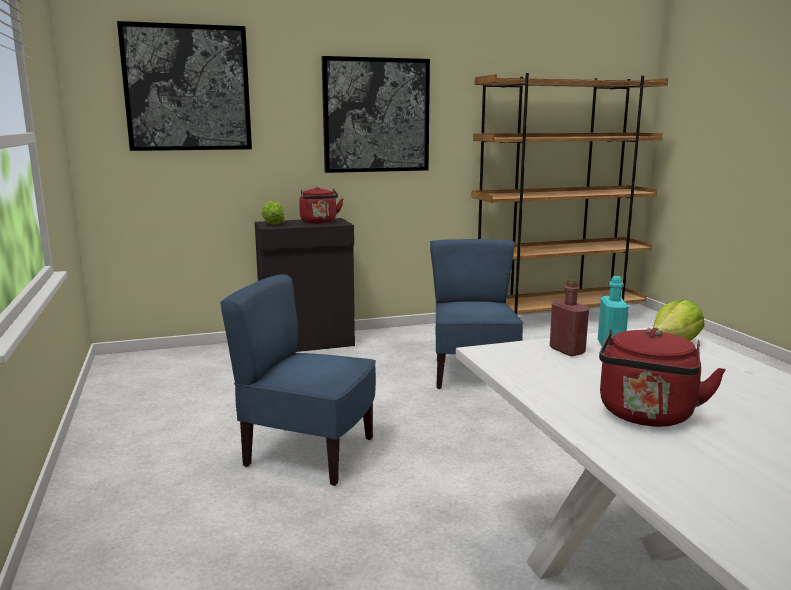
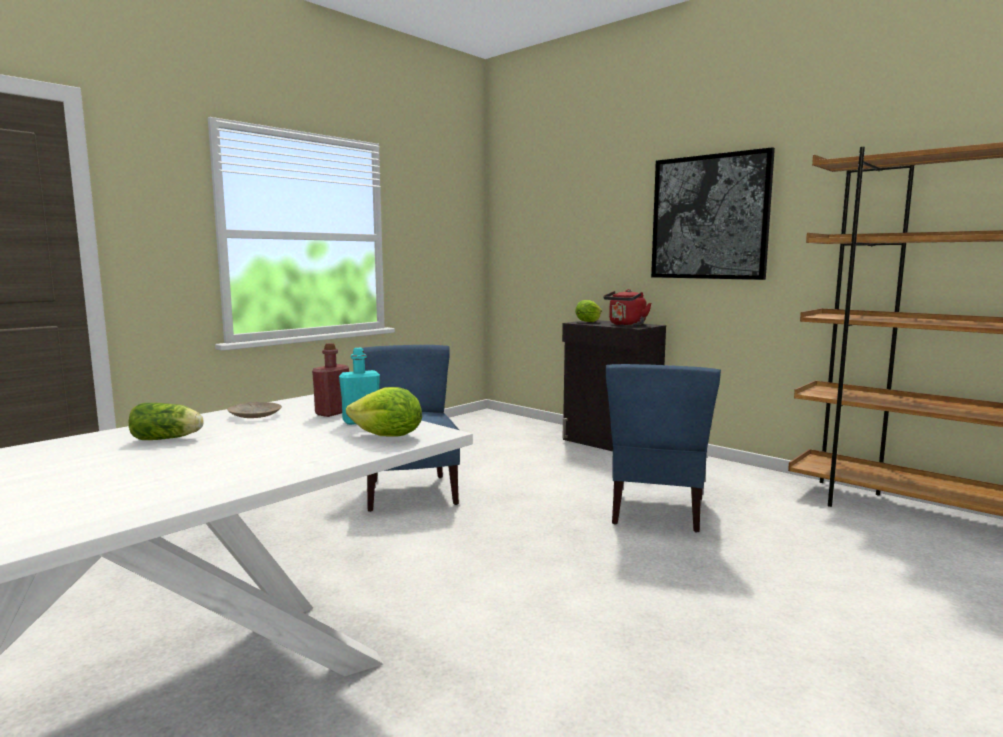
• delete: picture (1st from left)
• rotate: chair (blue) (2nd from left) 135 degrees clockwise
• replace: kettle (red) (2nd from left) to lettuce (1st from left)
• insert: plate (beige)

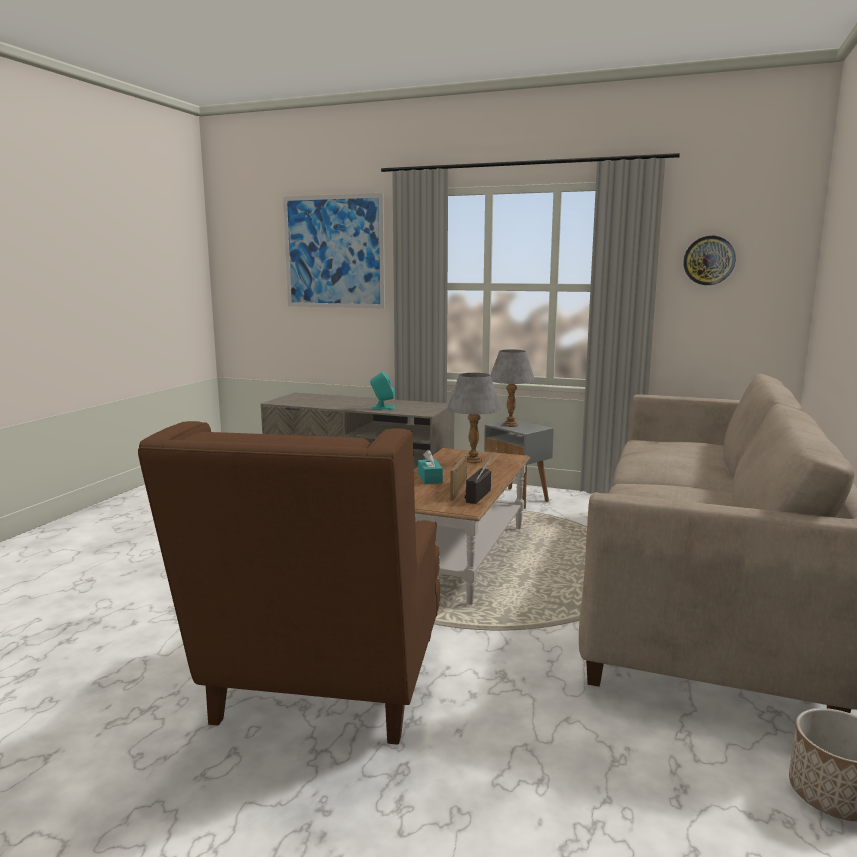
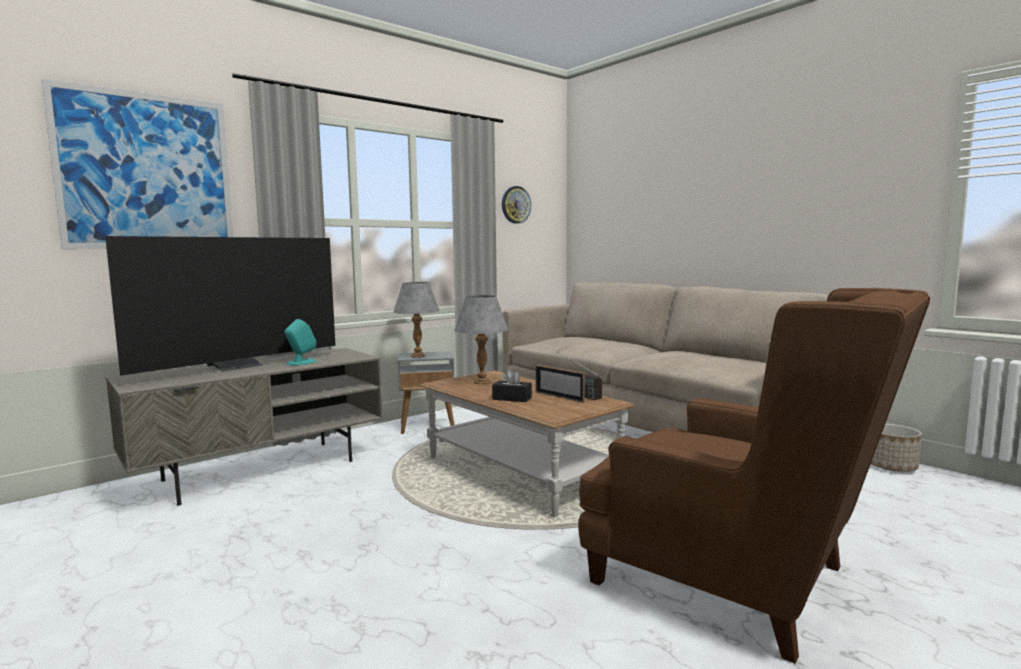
• recolor: tissue box (turquoise) to tissue box (black)
• insert: television

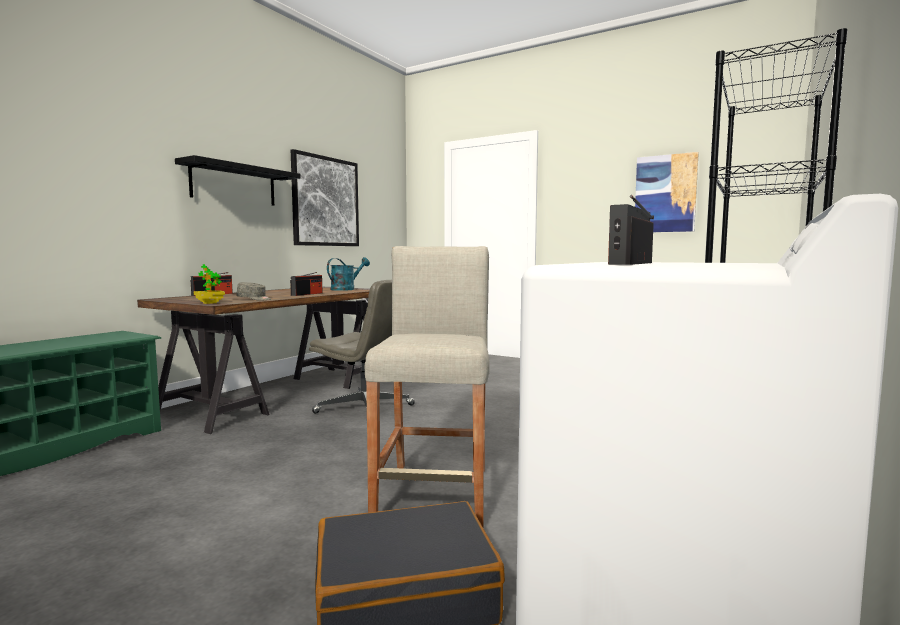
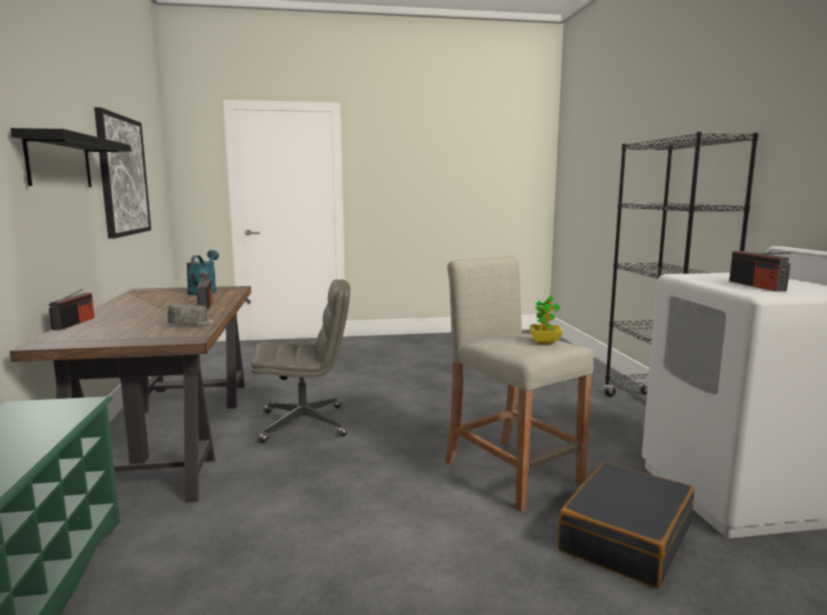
• move: potted plant
• delete: picture (2nd from left)

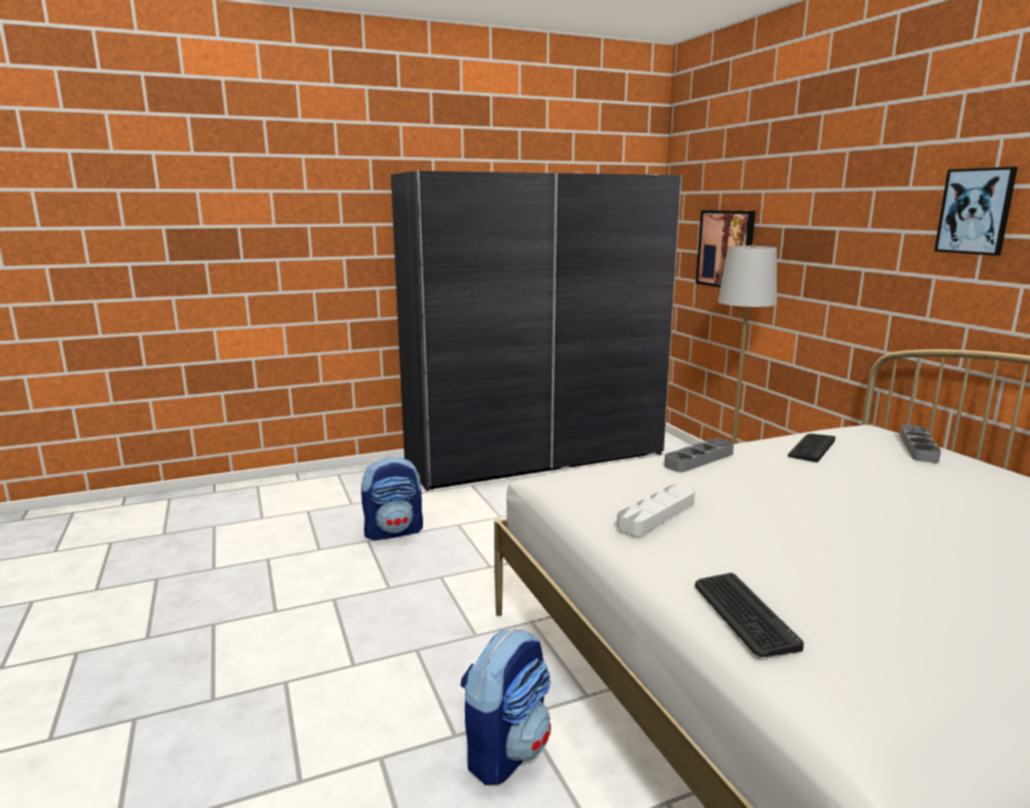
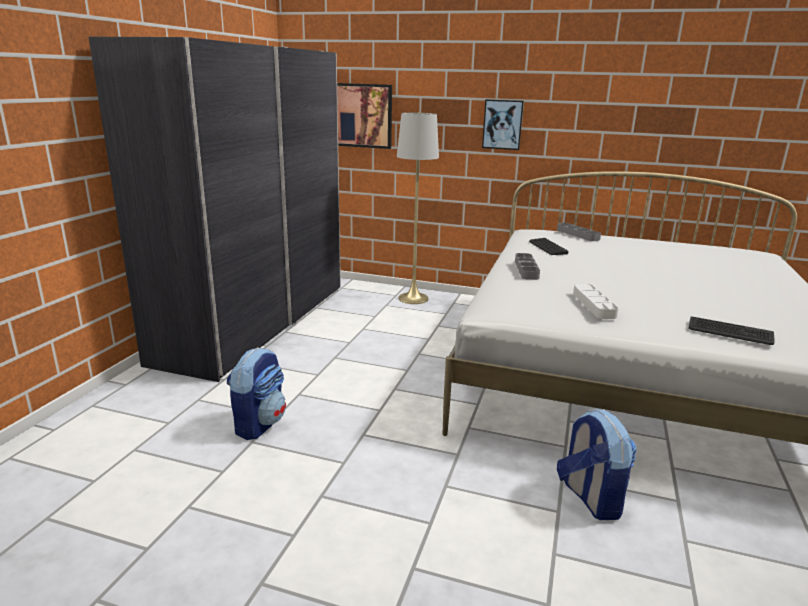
• move: picture (2nd from left)

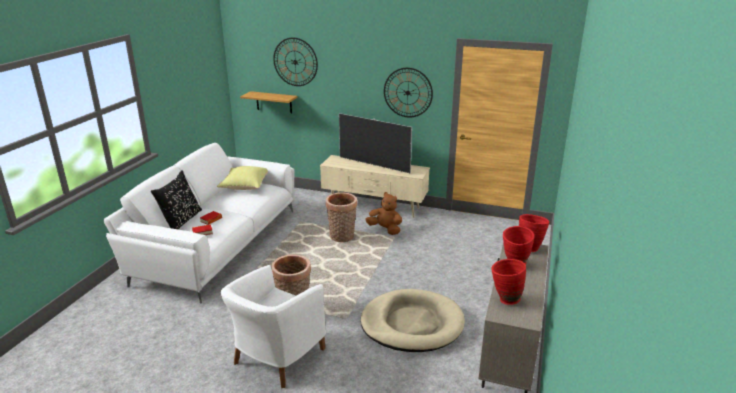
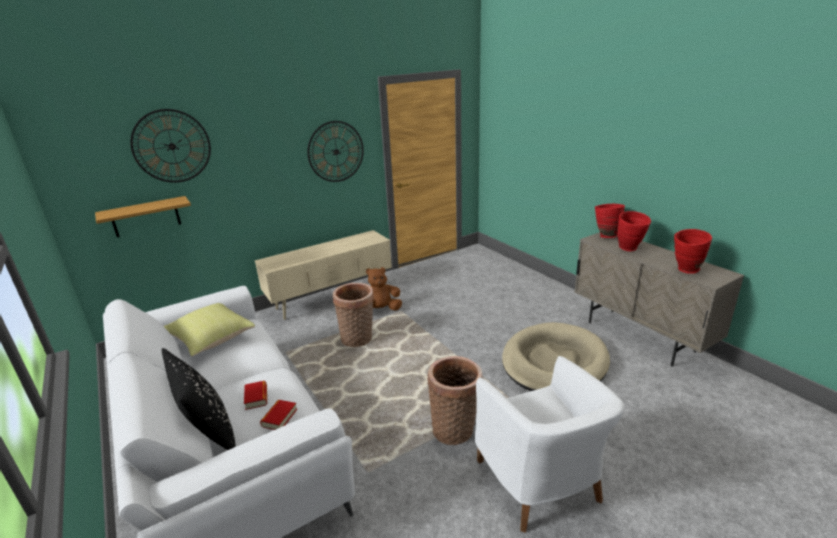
• delete: television

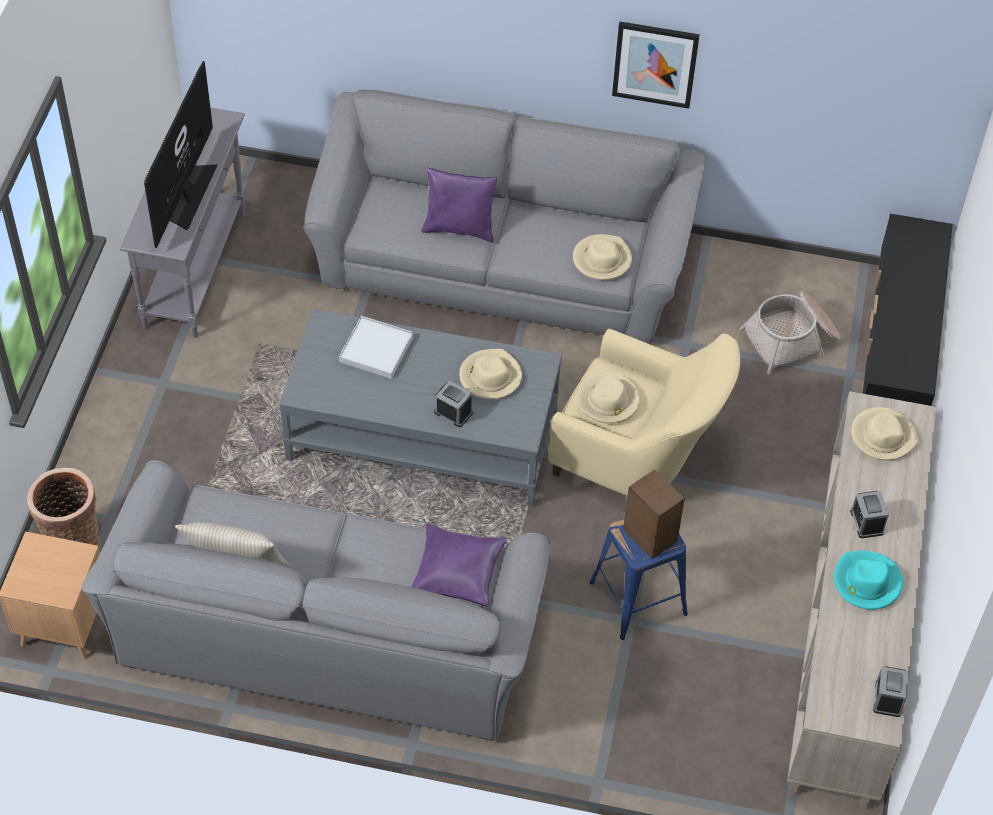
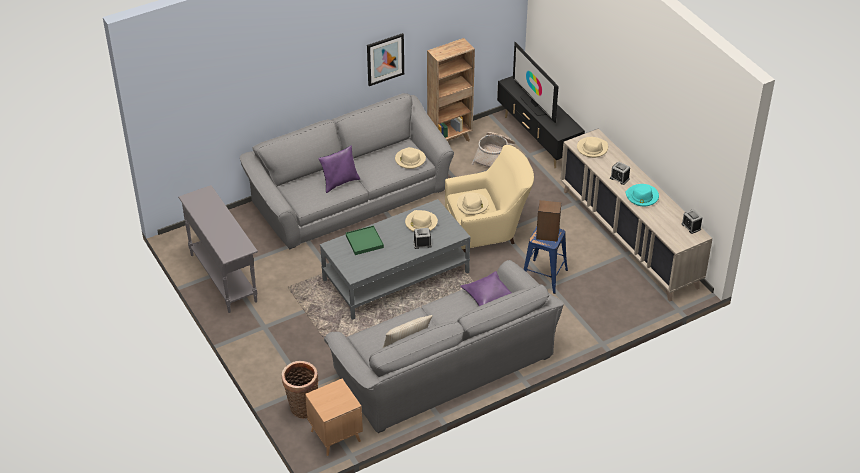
• move: television
• recolor: tray (white) to tray (green)
• insert: bookcase (brown)

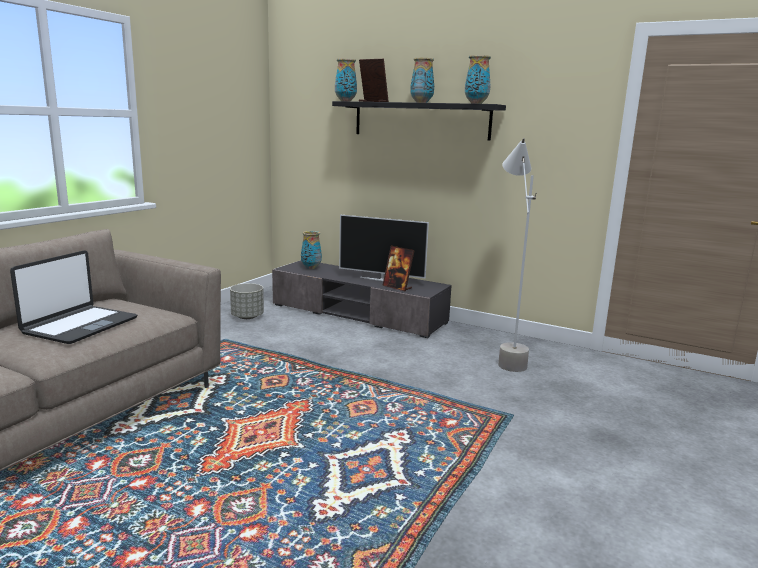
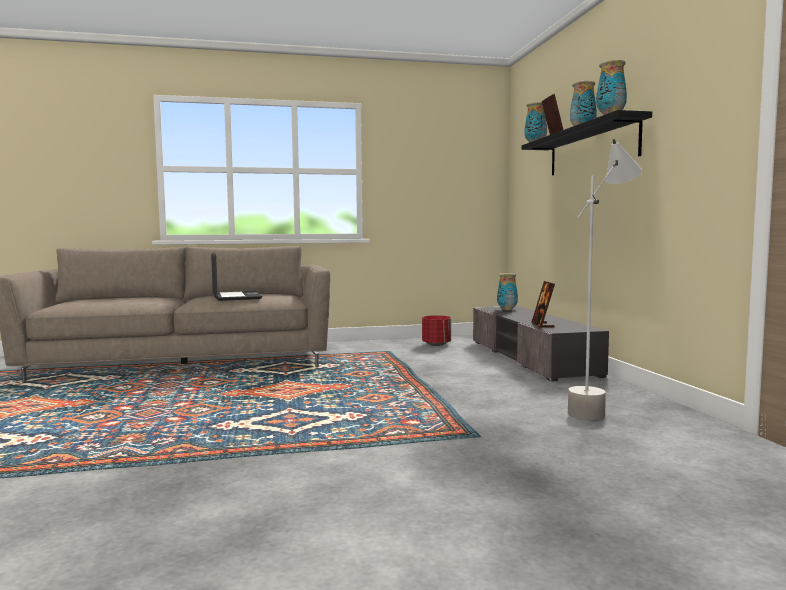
• rotate: laptop 90 degrees counterclockwise
• recolor: planter (grey) to planter (red)
• delete: television

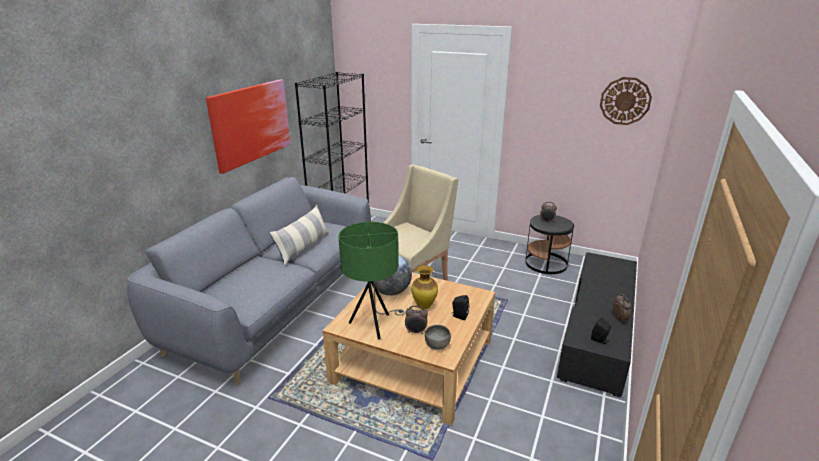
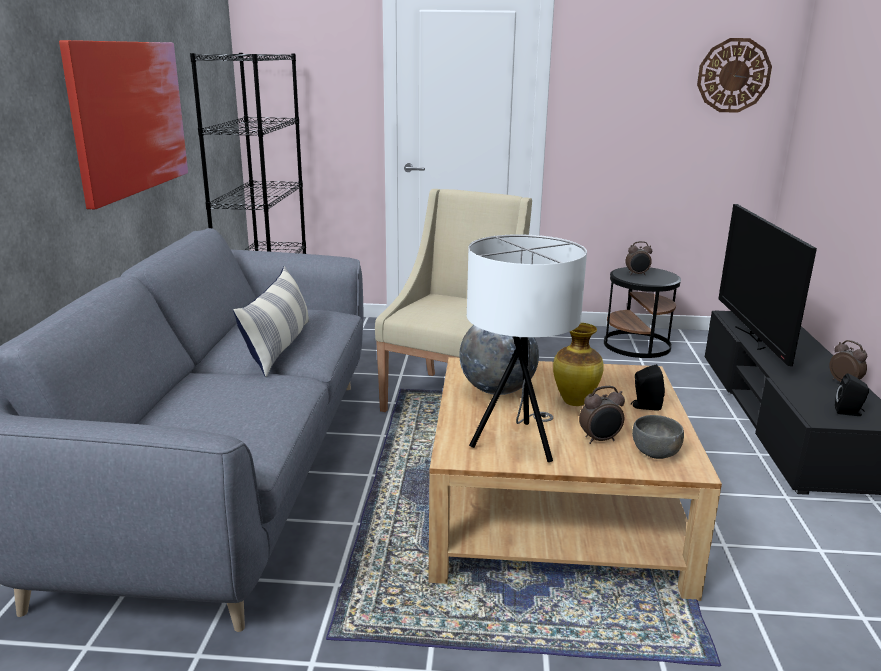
• recolor: table lamp (green) to table lamp (white)
• insert: television

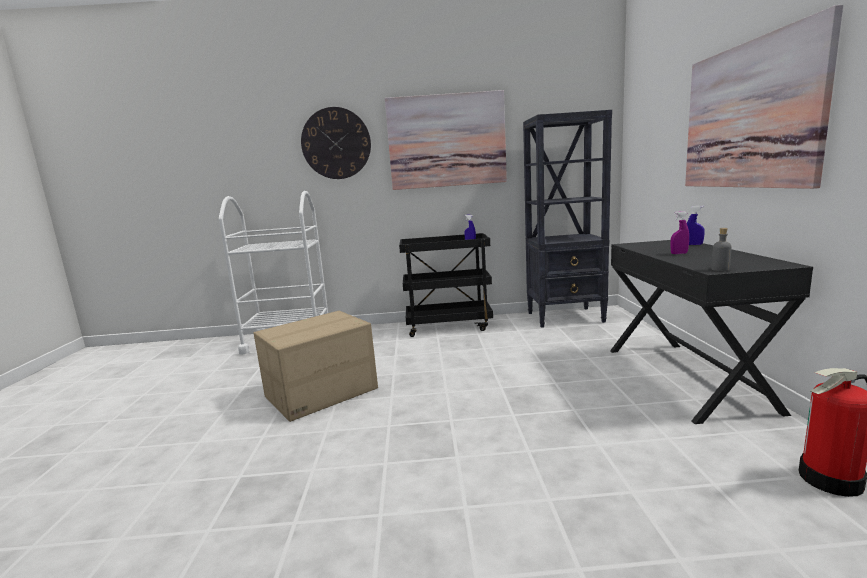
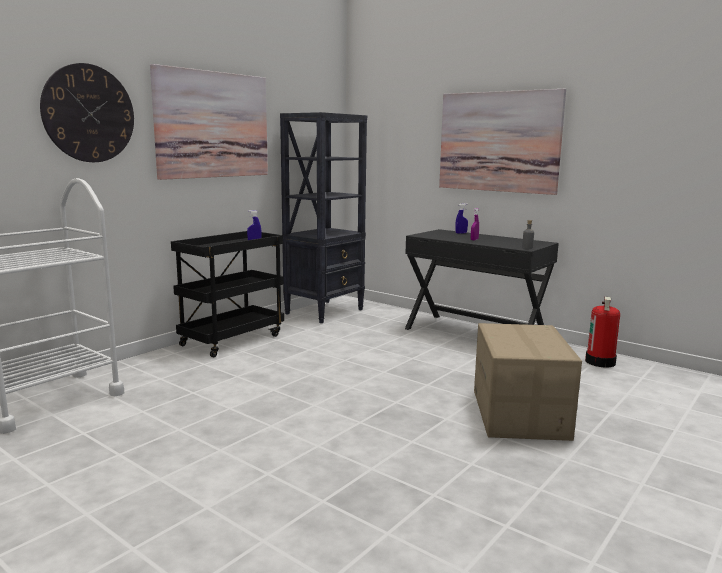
• move: cardboard box

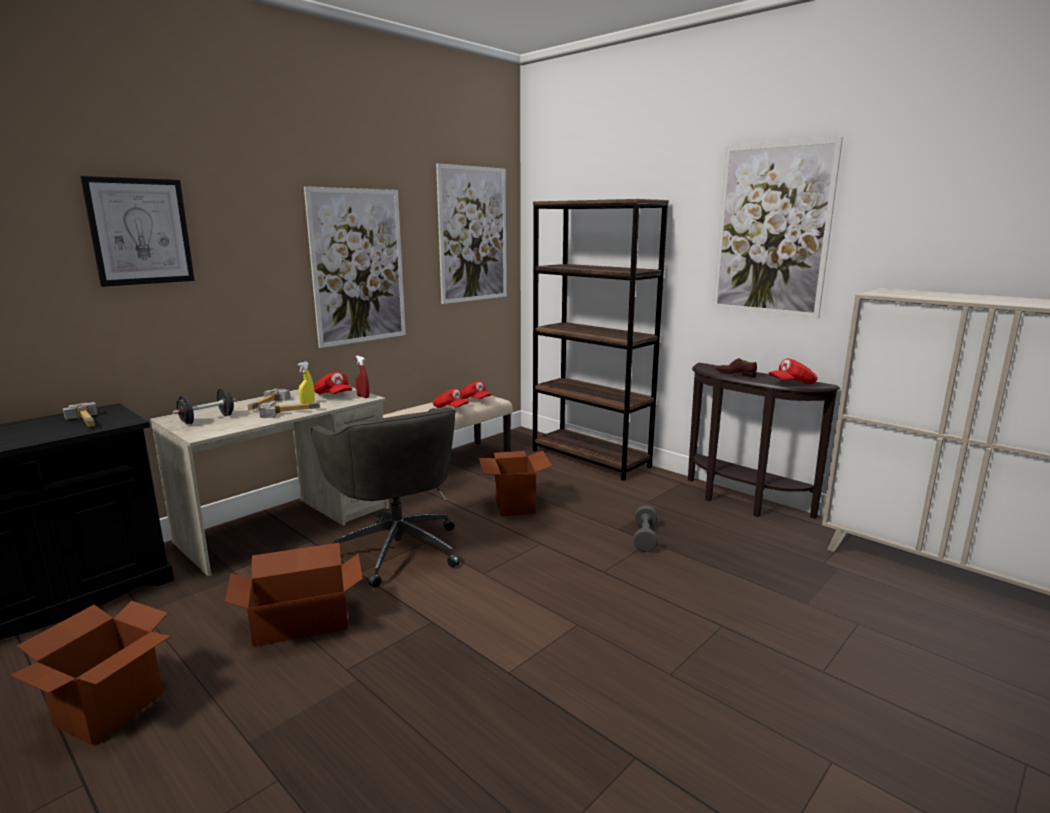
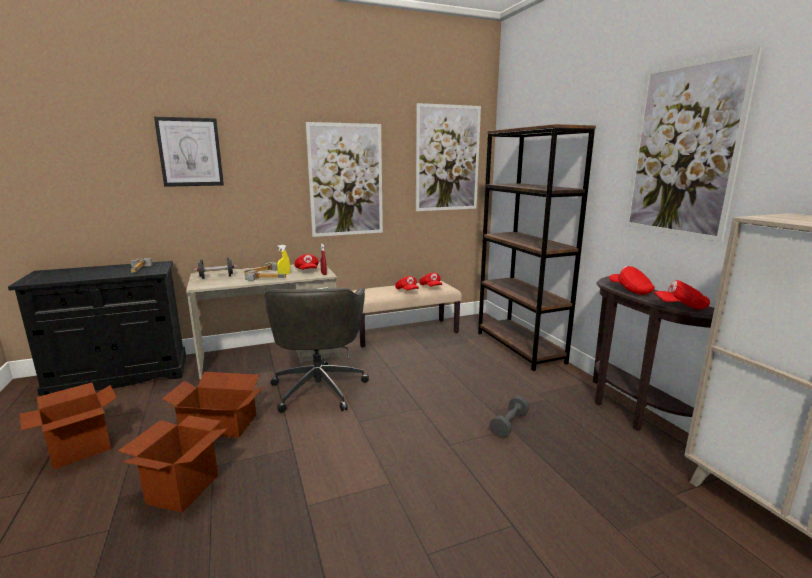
• move: cardboard box (3rd from left in the first image) to cardboard box (2nd from left)
• replace: shoe (brown) to cap (red) (4th from left)

